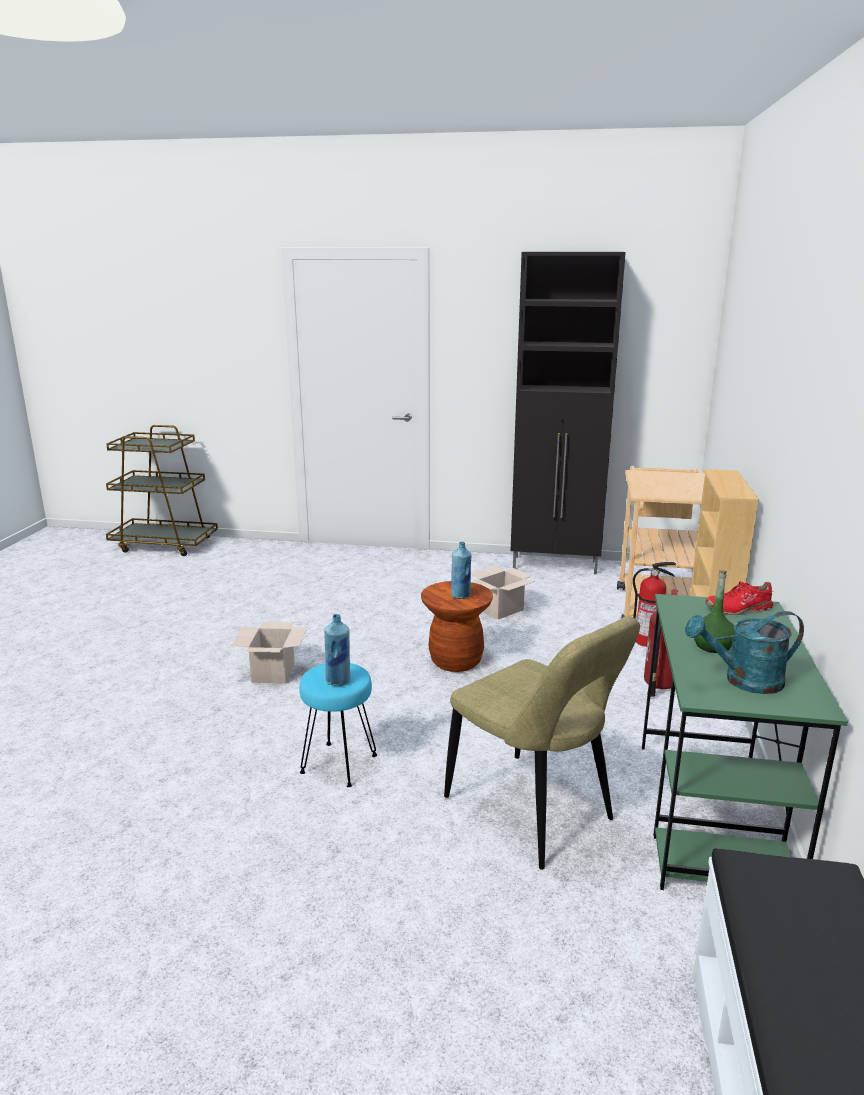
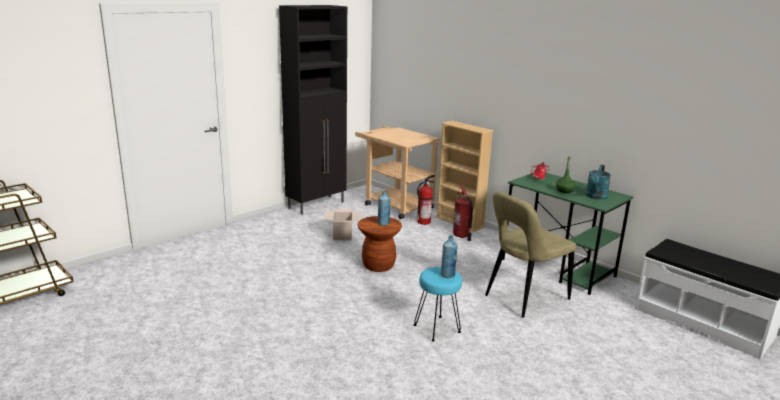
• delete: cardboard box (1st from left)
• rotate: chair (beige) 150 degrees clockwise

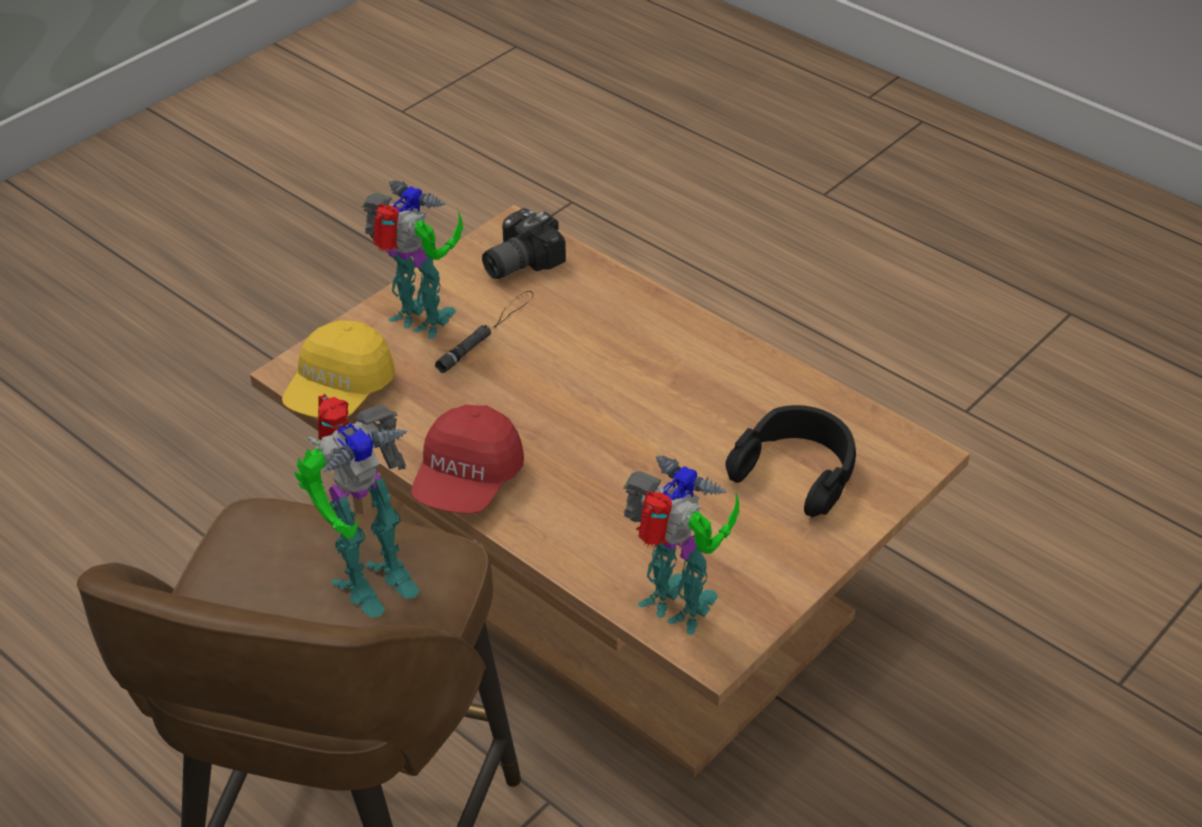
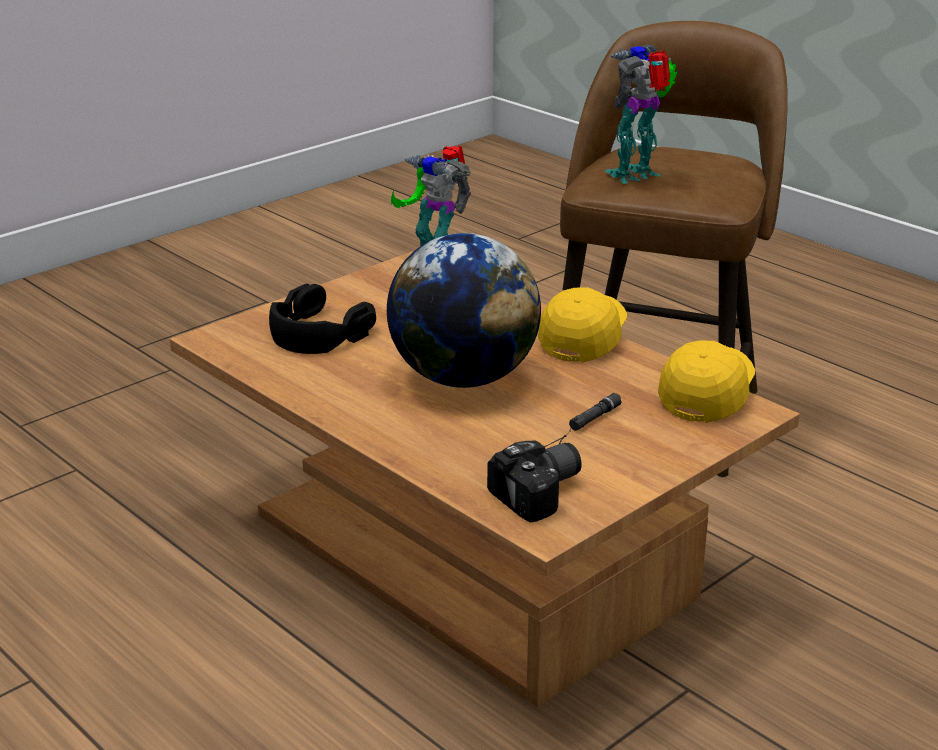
• delete: toy robot (2nd from left)
• recolor: cap (red) to cap (yellow) (1st from left)
• insert: globe

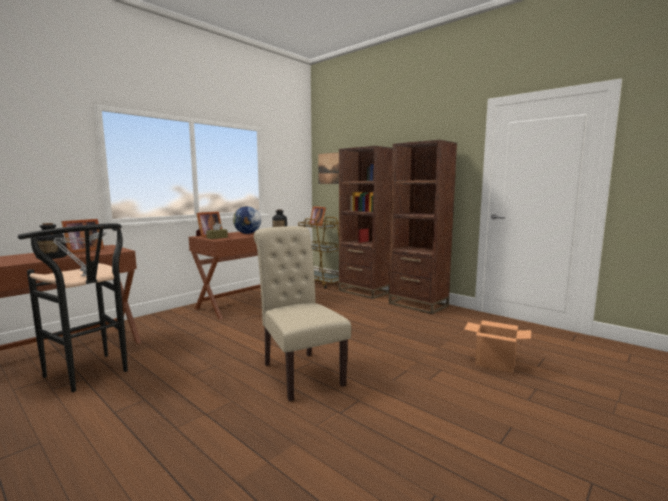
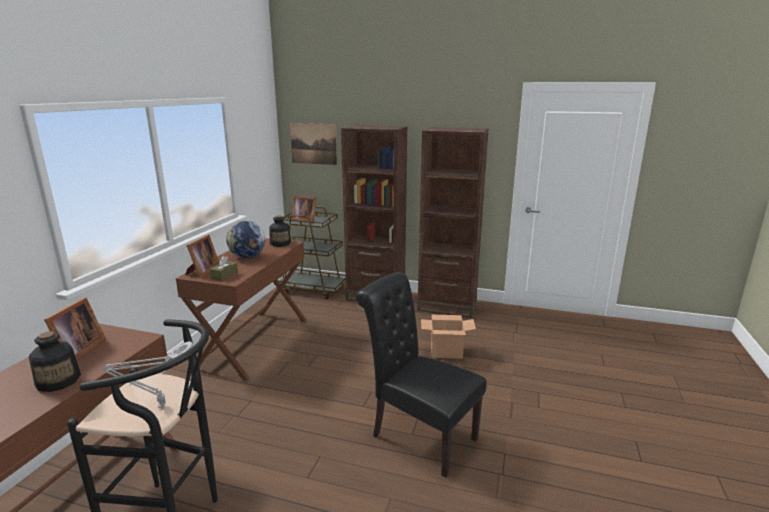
• recolor: chair (beige) to chair (black)
• move: cardboard box

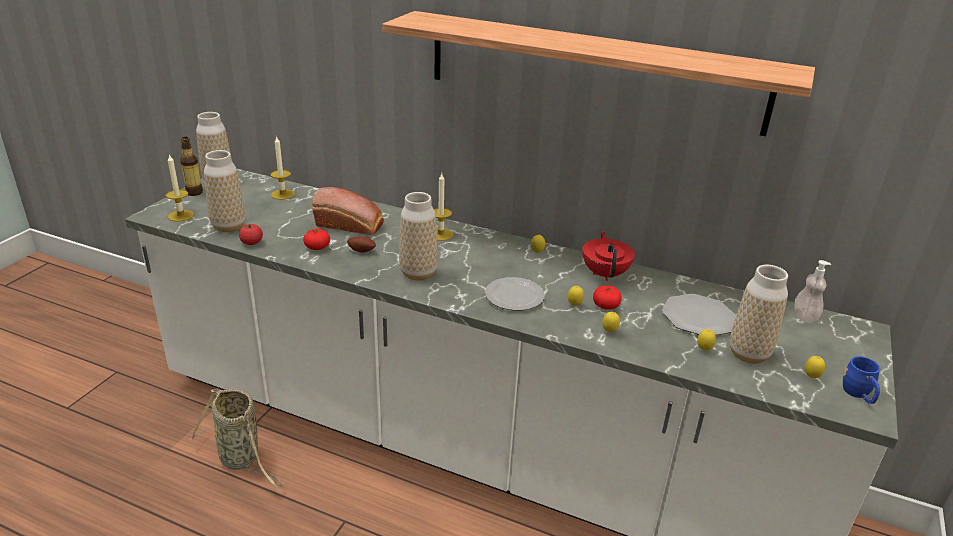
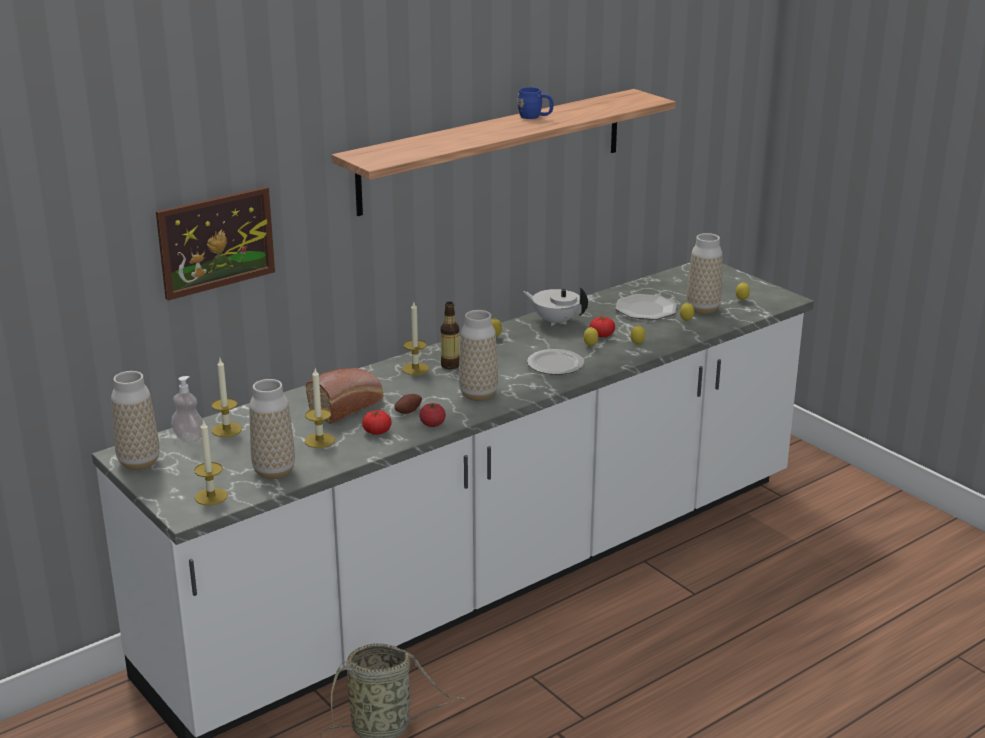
• move: bottle
• move: tomato (1st from left in the first image) to tomato (2nd from left)
• recolor: teapot (red) to teapot (white)
• move: soap dispenser
• move: mug (blue)
• insert: picture
• insert: candle (3rd from left)

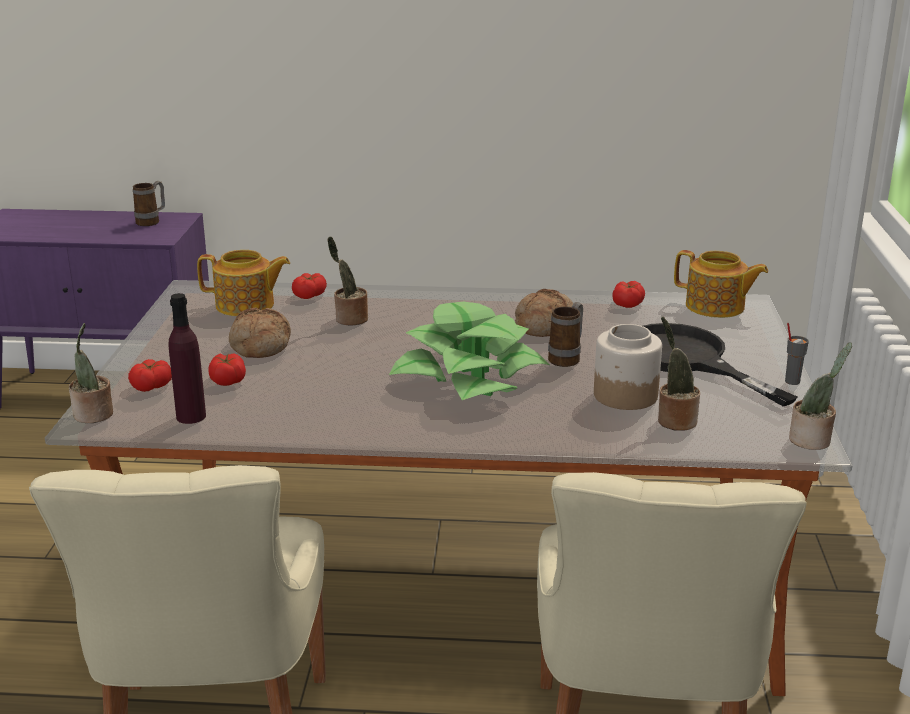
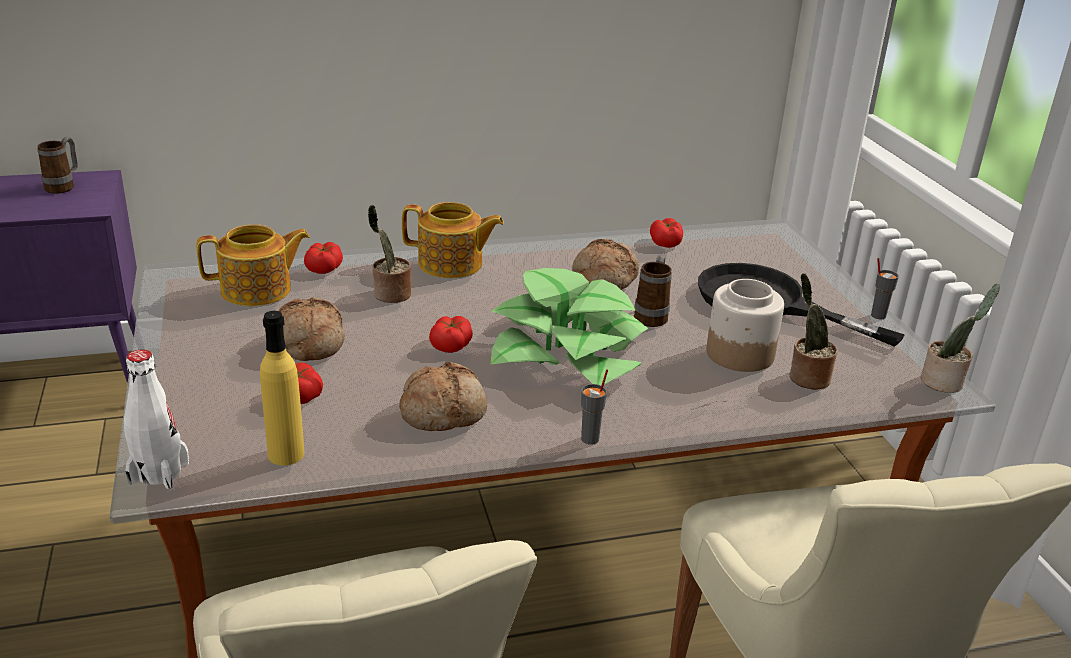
• replace: potted plant (1st from left) to bottle (white)
• move: tomato (1st from left in the first image) to tomato (3rd from left)
• recolor: bottle (purple) to bottle (yellow)
• move: teapot (2nd from left)
• insert: bread (2nd from left)
• insert: cup (grey) (1st from left)

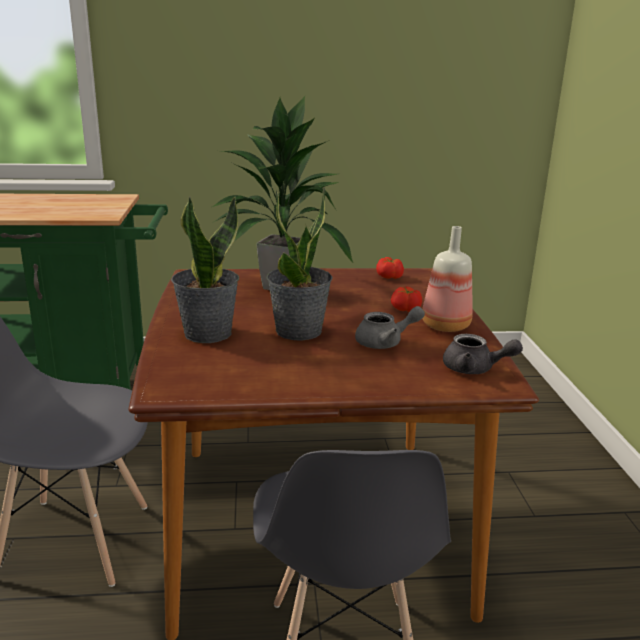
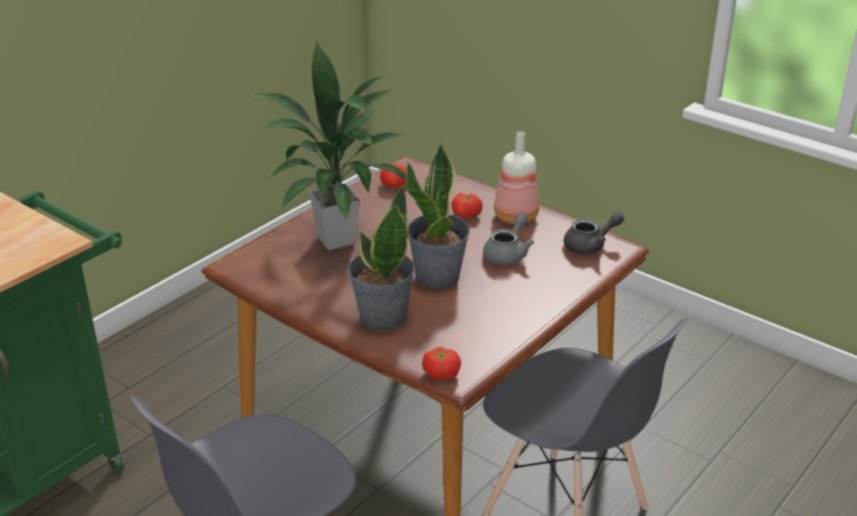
• insert: tomato (2nd from left)

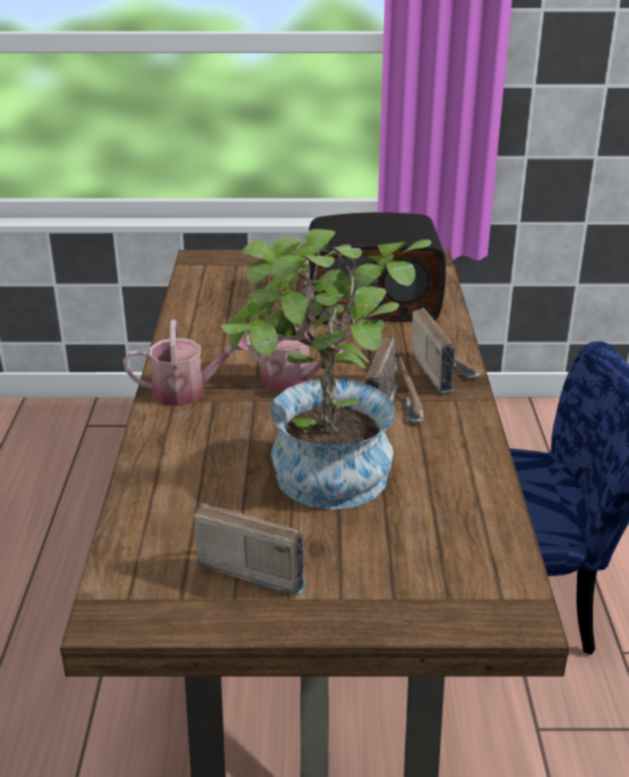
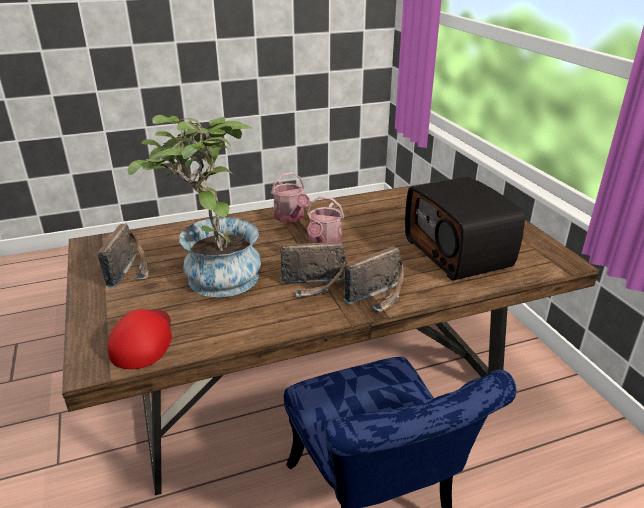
• insert: cap (red)

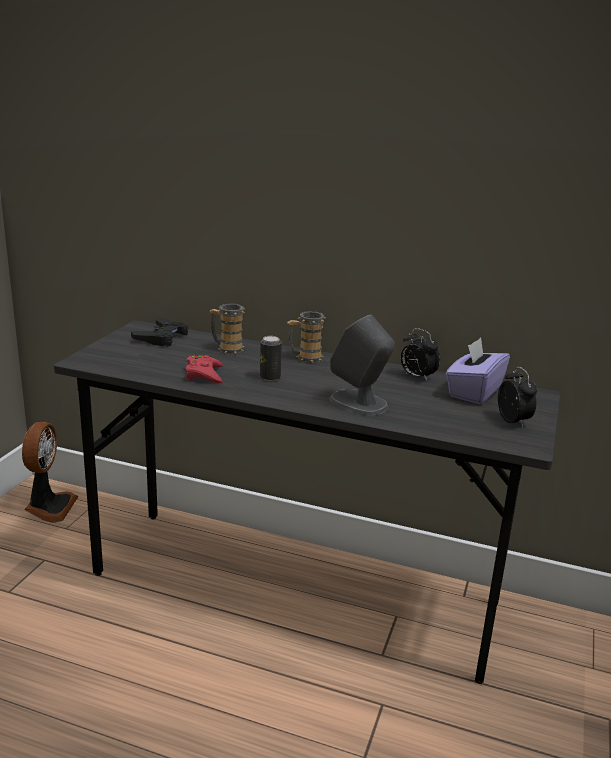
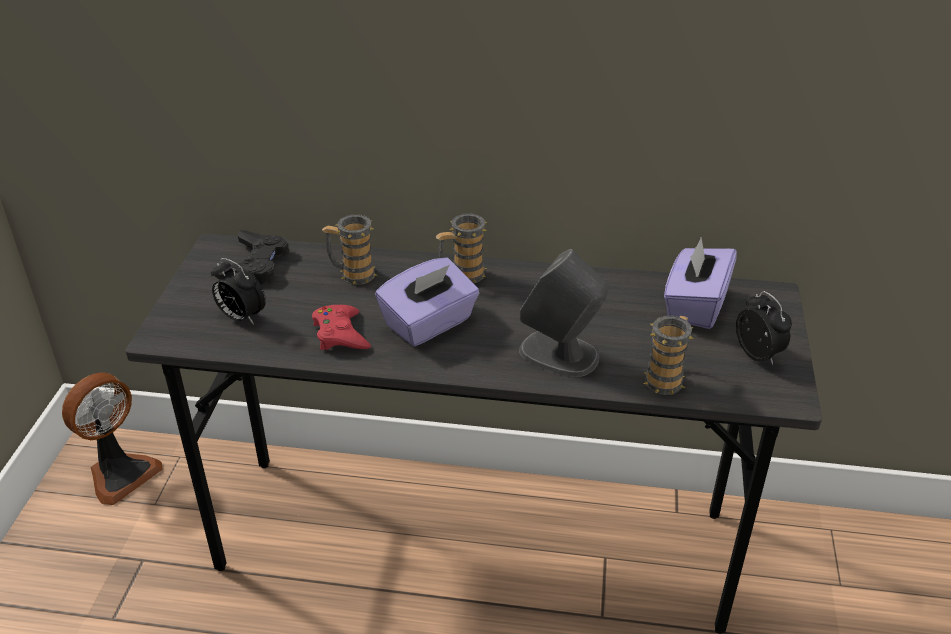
• rotate: fan 45 degrees clockwise
• replace: can to tissue box (purple) (1st from left)
• move: alarm clock (1st from left)
• insert: mug (3rd from left)

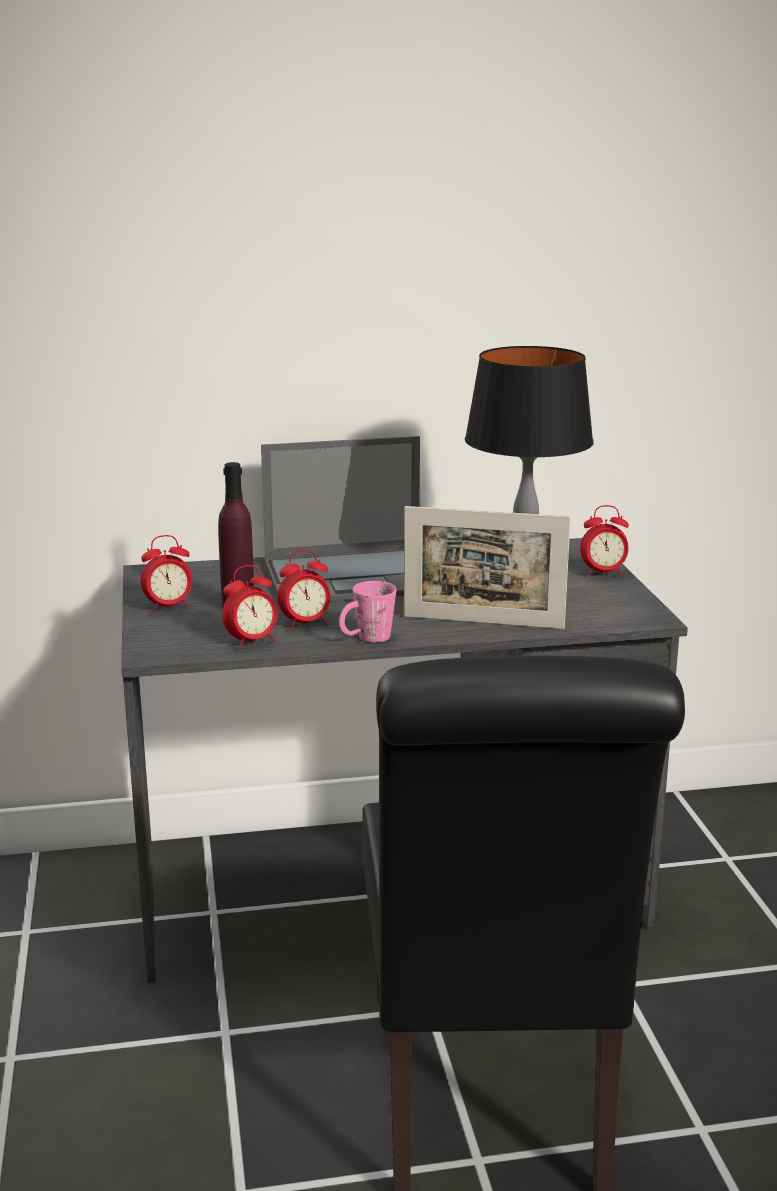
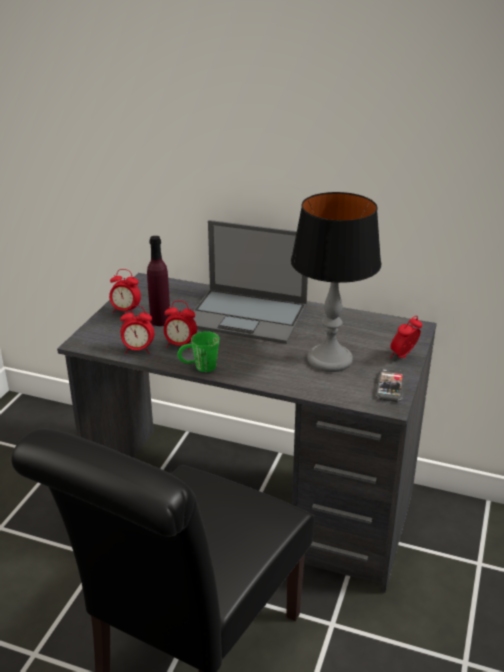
• recolor: mug (pink) to mug (green)
• delete: picture frame
• rotate: alarm clock (4th from left) 105 degrees clockwise
• insert: phone

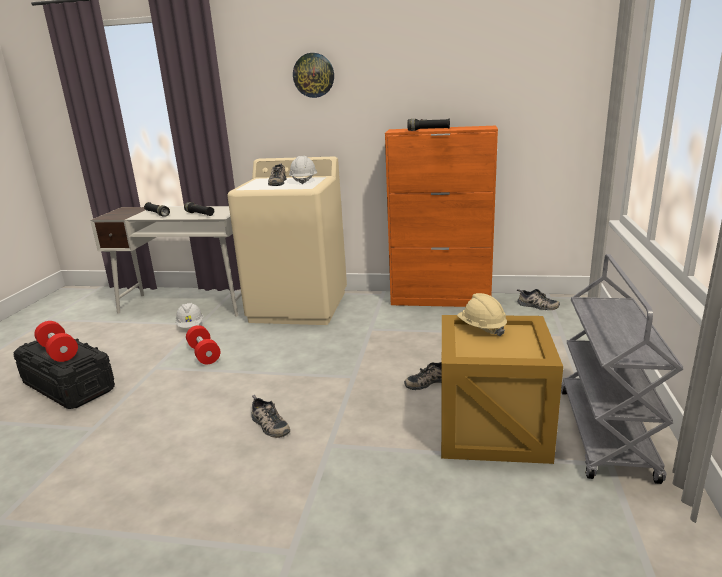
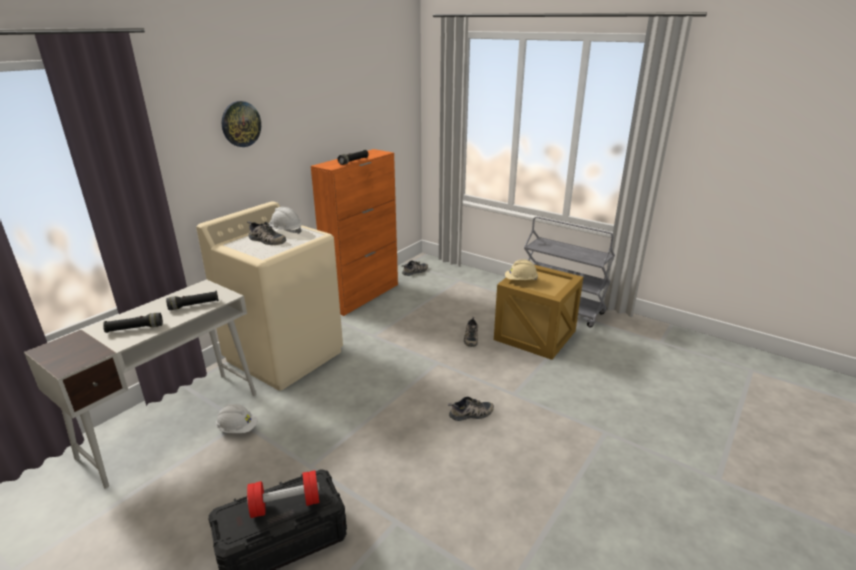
• delete: dumbbell (red) (2nd from left)

